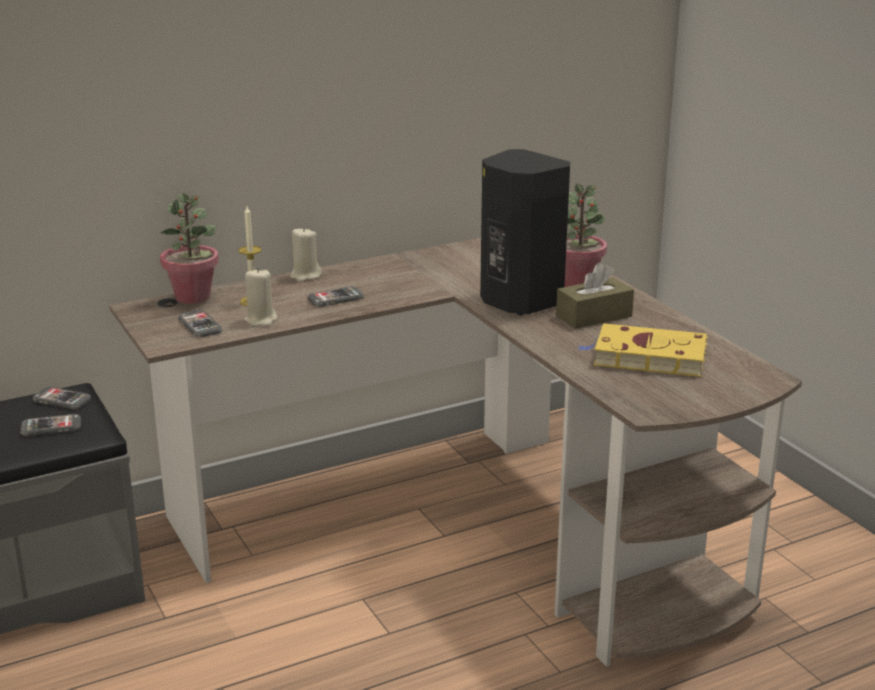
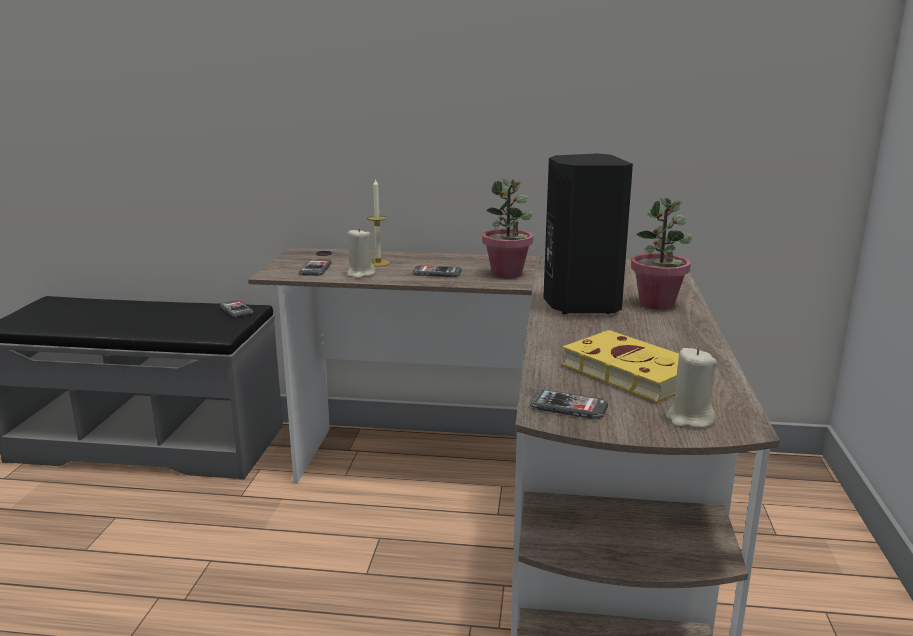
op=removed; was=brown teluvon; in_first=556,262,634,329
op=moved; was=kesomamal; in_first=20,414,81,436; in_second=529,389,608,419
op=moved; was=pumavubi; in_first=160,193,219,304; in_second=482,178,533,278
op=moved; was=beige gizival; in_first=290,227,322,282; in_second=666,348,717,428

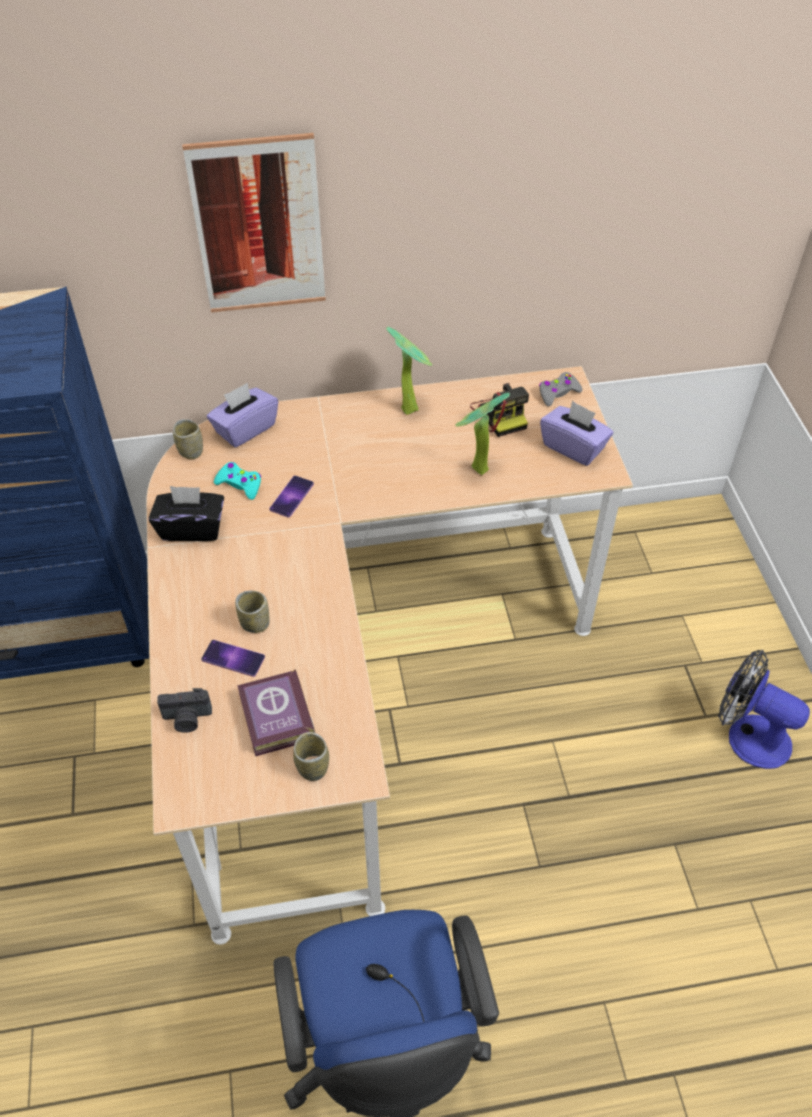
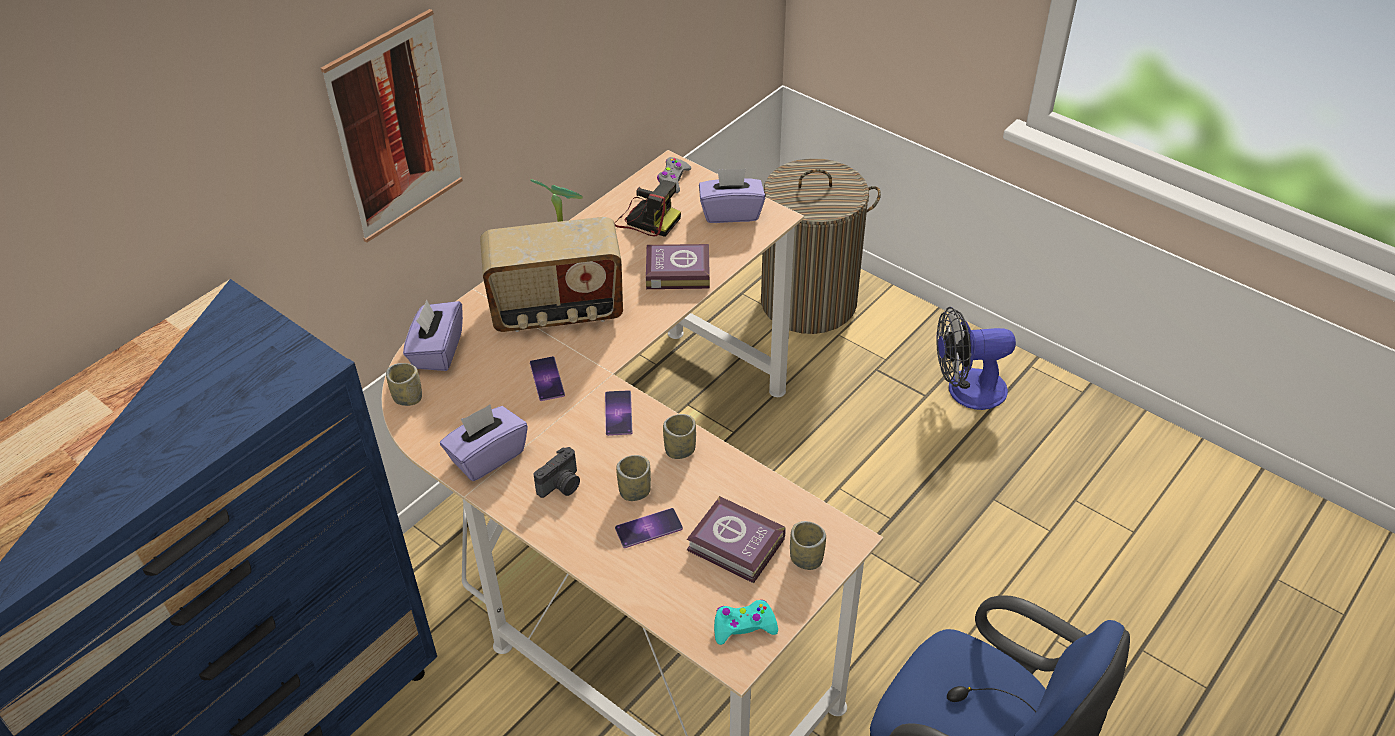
op=added; now=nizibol; in_second=480,217,623,332
op=added; now=kesomamal; in_second=605,390,632,436
op=added; now=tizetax; in_second=663,414,696,459
op=added; now=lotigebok; in_second=761,158,881,334
op=moved; was=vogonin; in_first=157,688,212,733; in_second=533,447,580,498
op=moved; was=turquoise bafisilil; in_first=214,462,261,500; in_second=714,600,778,645
op=replaced; was=pumavubi; now=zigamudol; in_first=455,393,510,475; in_second=646,244,710,289
op=recoloured; was=black teluvon; now=purple teluvon; in_first=149,486,224,541; in_second=440,404,528,481

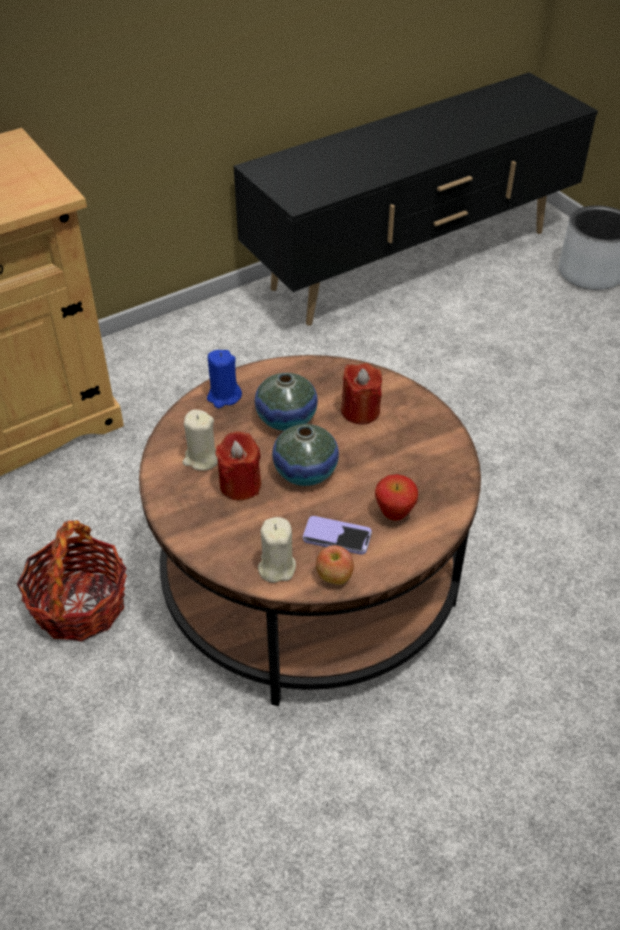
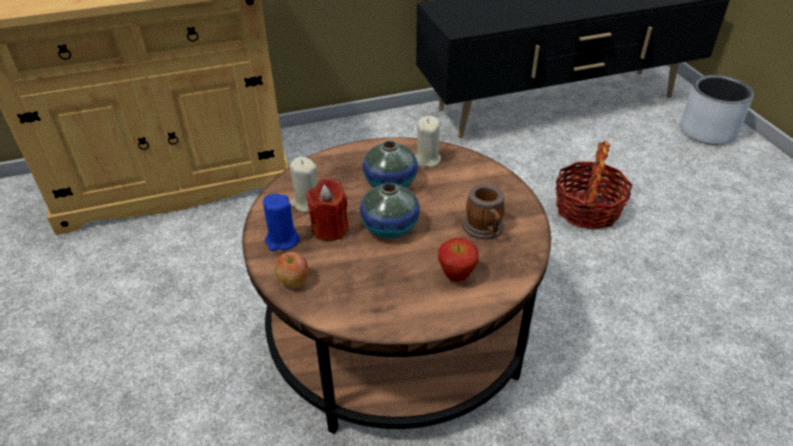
op=removed; was=kesomamal; in_first=303,516,372,555
op=removed; was=red gizival; in_first=341,363,382,424
op=added; now=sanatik; in_second=463,184,505,239
op=moved; was=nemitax; in_first=16,520,127,642; in_second=555,141,632,230
op=moved; was=blue gizival; in_first=207,350,242,408; in_second=263,194,300,251
op=moved; was=beige gizival; in_first=258,517,296,583; in_second=415,116,441,168
op=moved; was=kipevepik; in_first=316,545,354,585; in_second=275,252,308,288

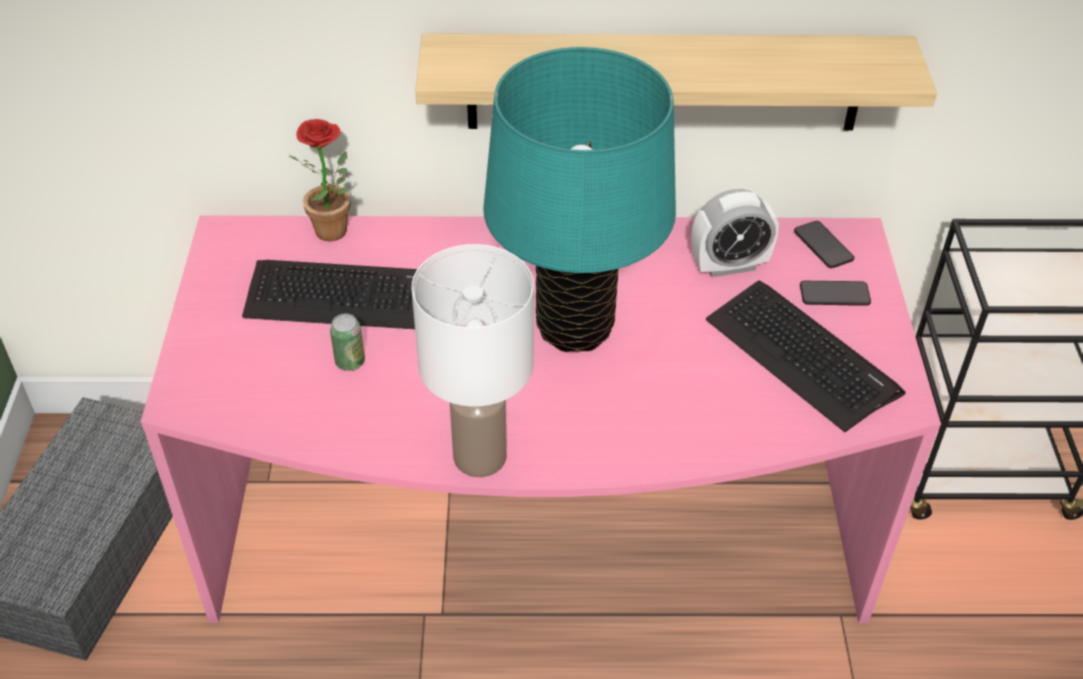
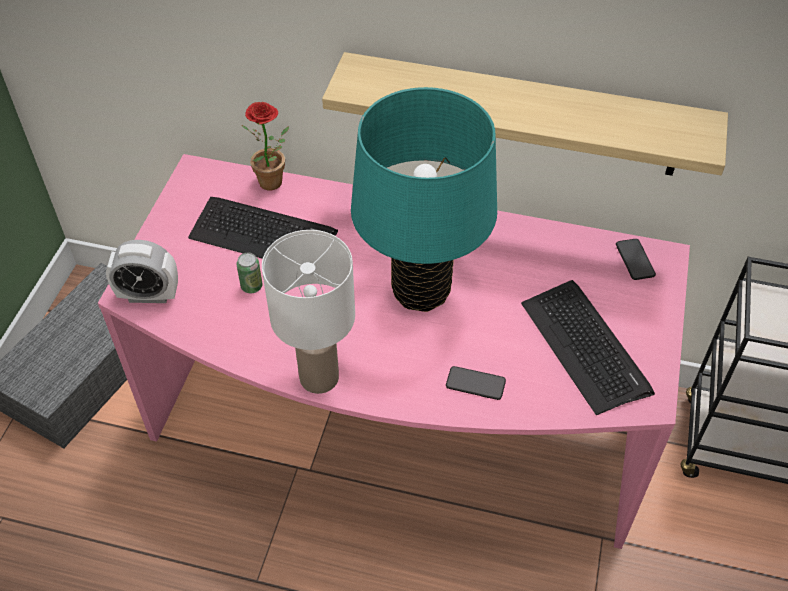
op=moved; was=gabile; in_first=692,189,779,277; in_second=106,240,178,303
op=moved; was=kesomamal; in_first=800,281,871,306; in_second=446,366,506,400

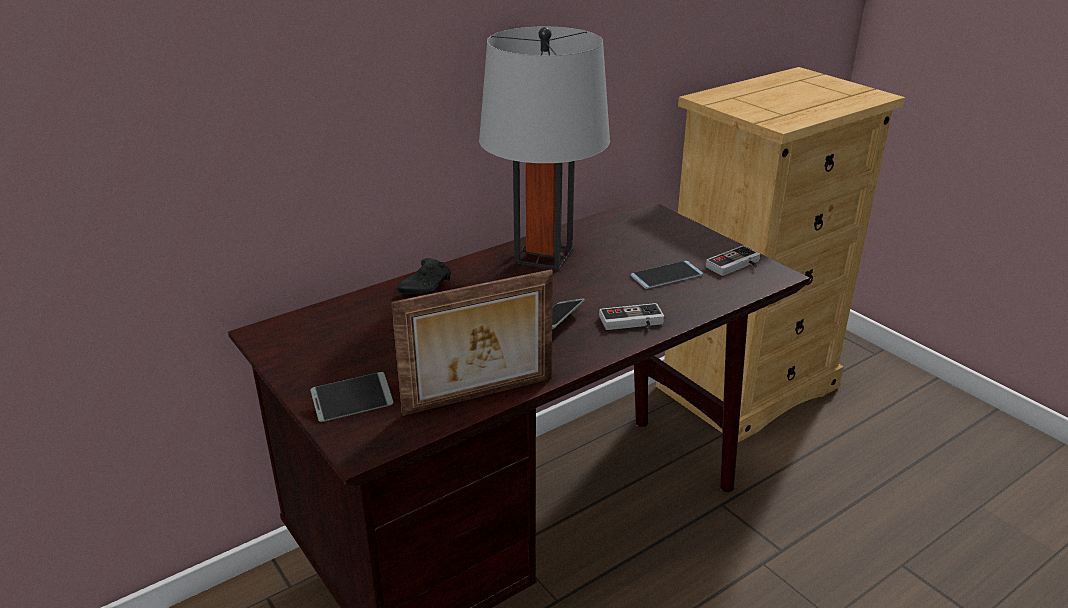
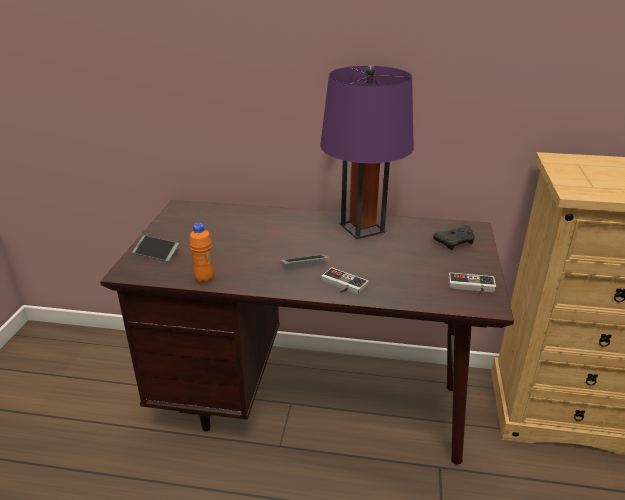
op=removed; was=kesomamal; in_first=631,261,703,289
op=moved; was=black bafisilil; in_first=397,258,451,295; in_second=433,225,474,250
op=replaced; was=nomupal; now=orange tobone; in_first=391,269,553,416; in_second=189,223,214,283
op=recoloured; was=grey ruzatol; now=purple ruzatol; in_first=479,26,610,270; in_second=320,66,414,239

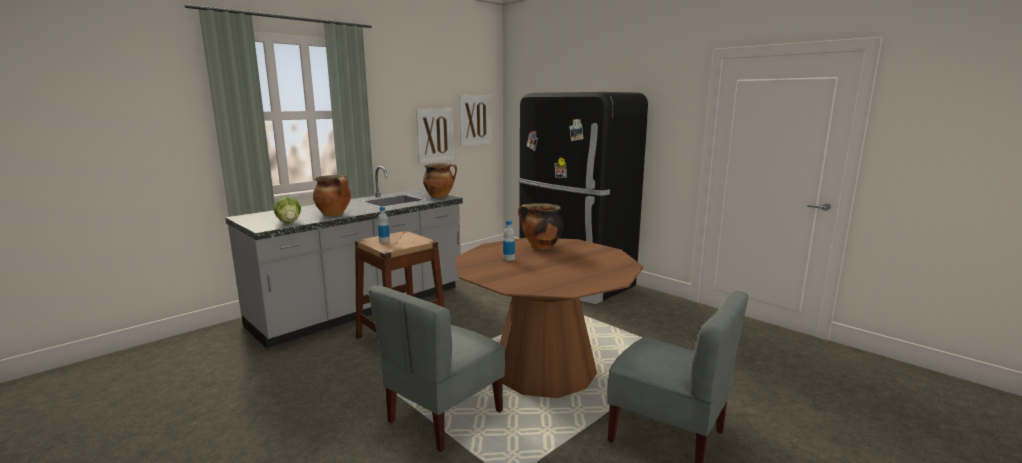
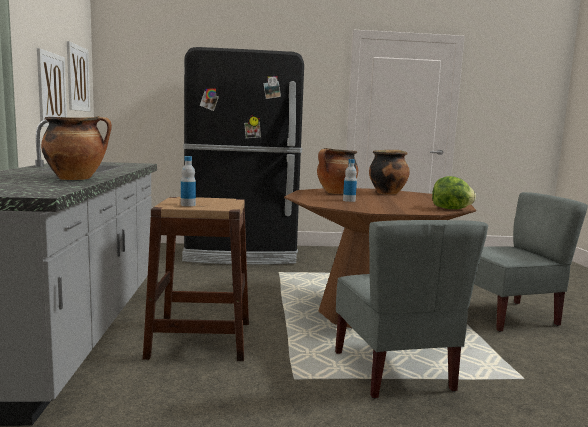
op=moved; was=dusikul; in_first=274,196,301,223; in_second=432,176,476,209
op=moved; was=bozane; in_first=423,163,457,198; in_second=369,150,410,195

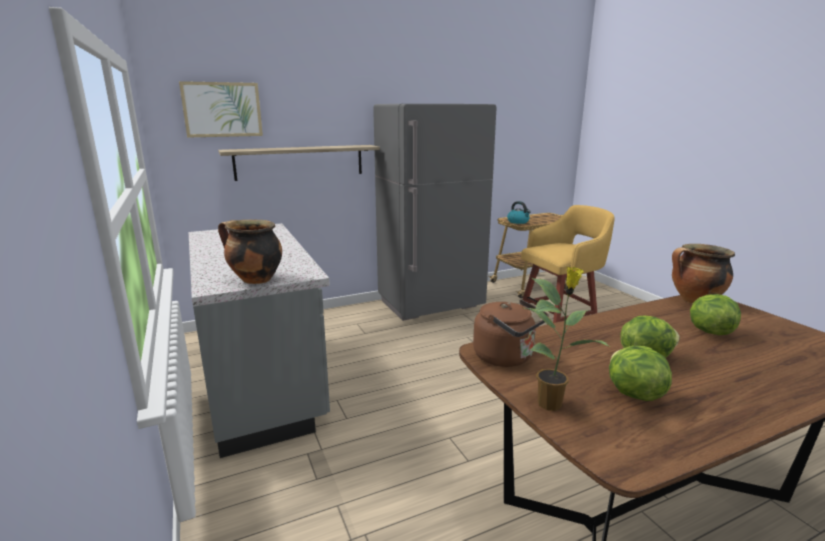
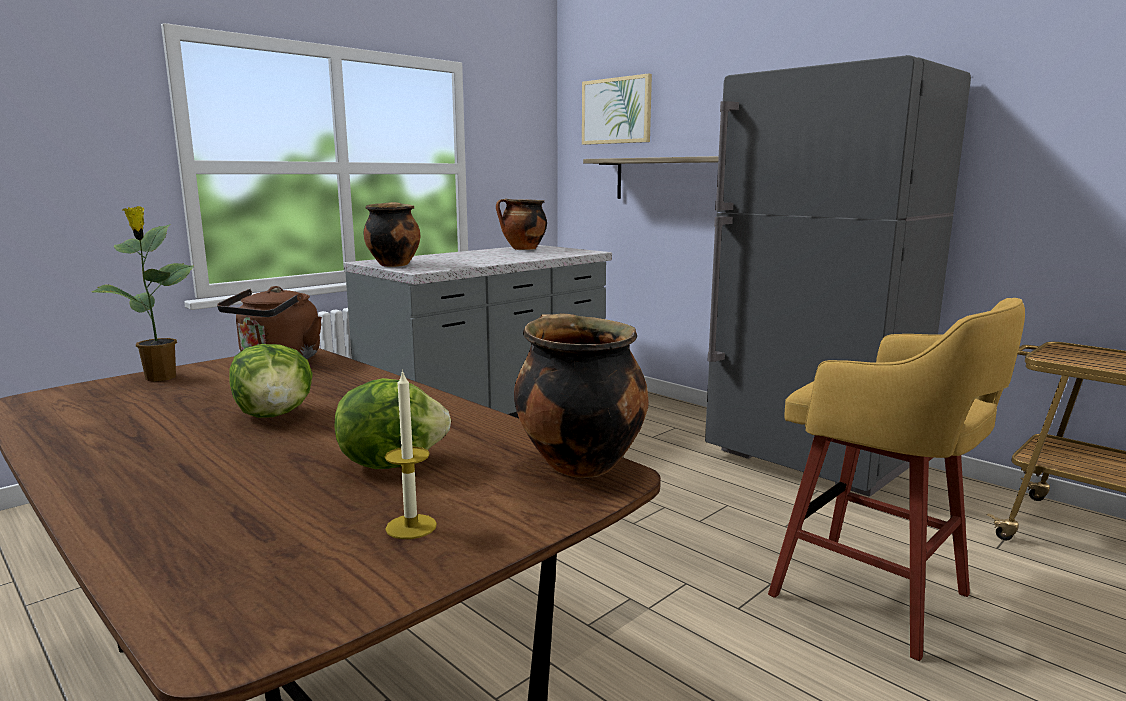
op=removed; was=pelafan; in_first=507,201,531,224
op=removed; was=dusikul; in_first=609,346,672,401
op=added; now=gizival; in_second=385,369,437,539
op=added; now=bozane; in_second=496,198,547,250

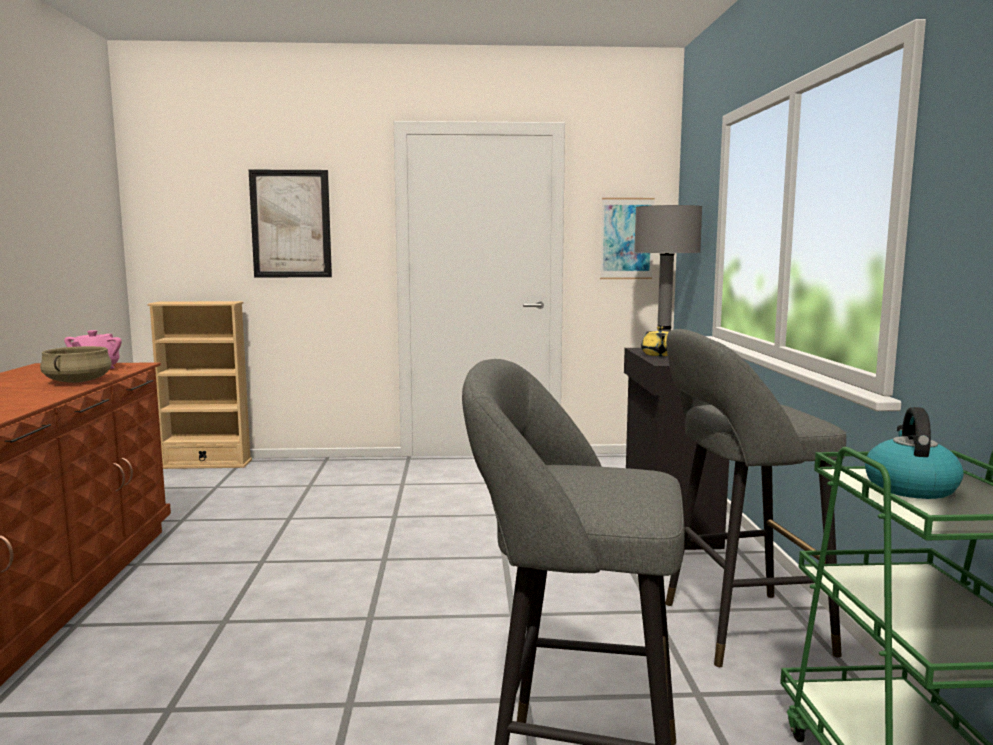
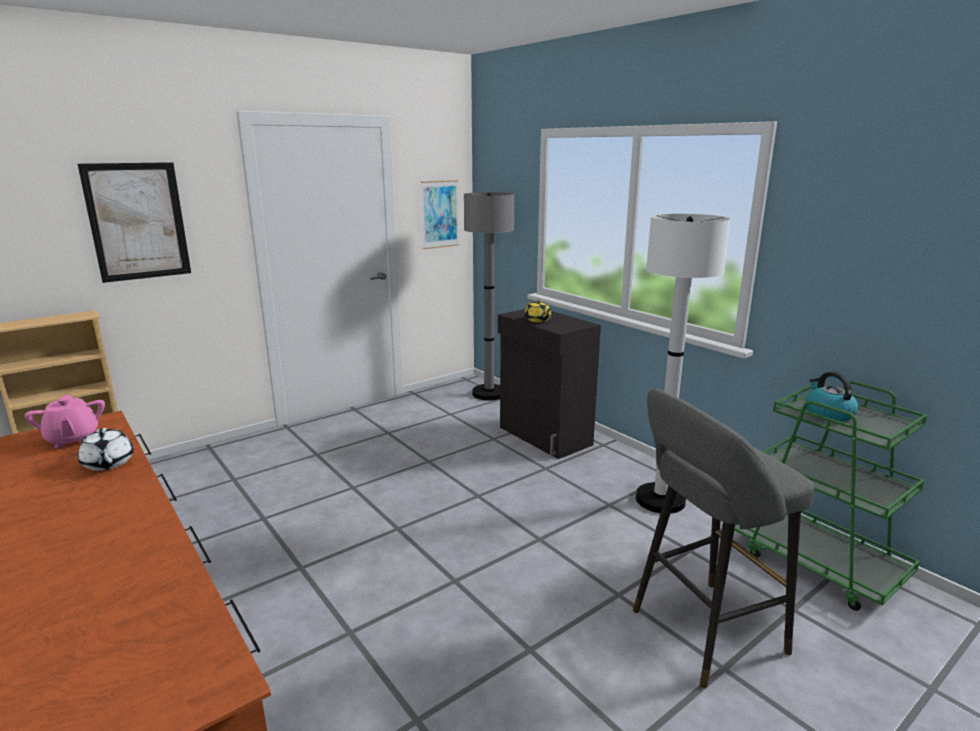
op=replaced; was=beige bozane; now=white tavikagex; in_first=40,346,112,383; in_second=78,428,134,471
op=replaced; was=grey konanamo; now=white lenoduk; in_first=665,329,846,667; in_second=636,214,731,514

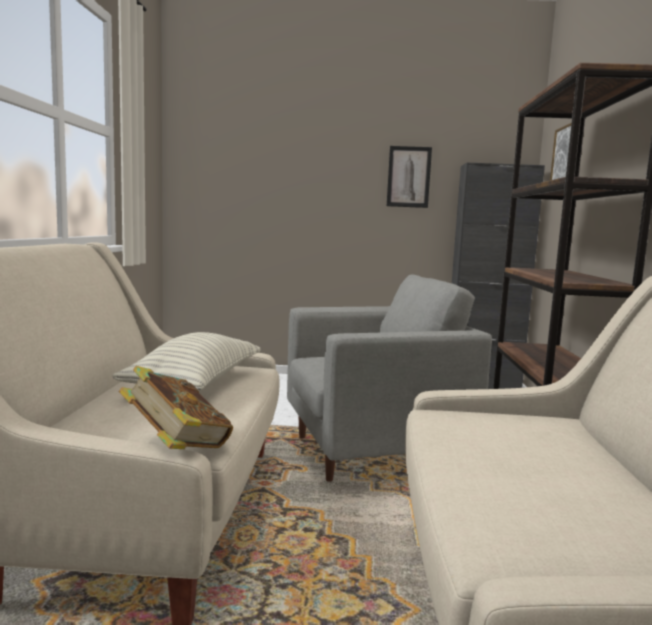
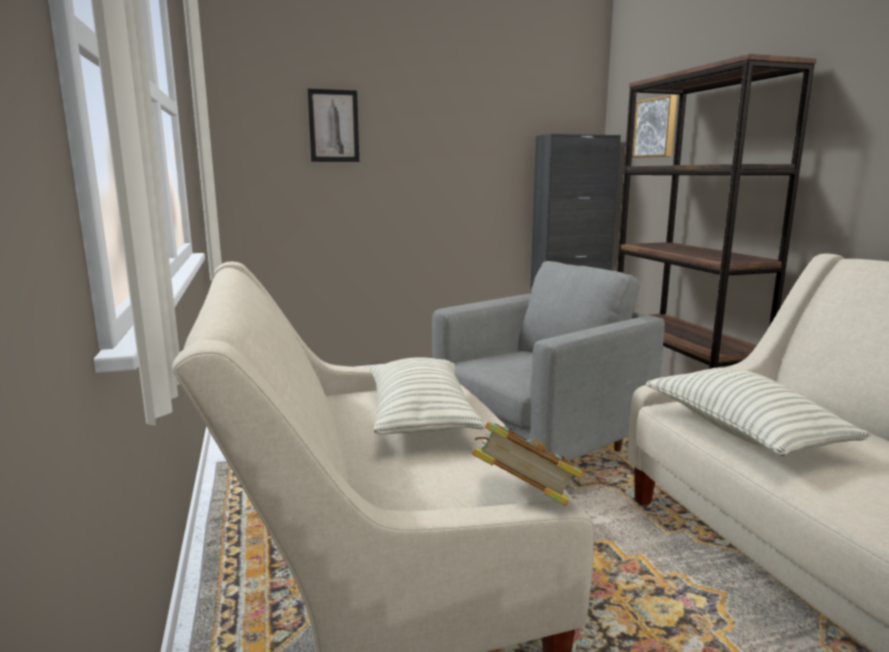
op=added; now=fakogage; in_second=646,367,871,457
op=moved; was=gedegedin; in_first=387,146,432,208; in_second=308,89,359,162

